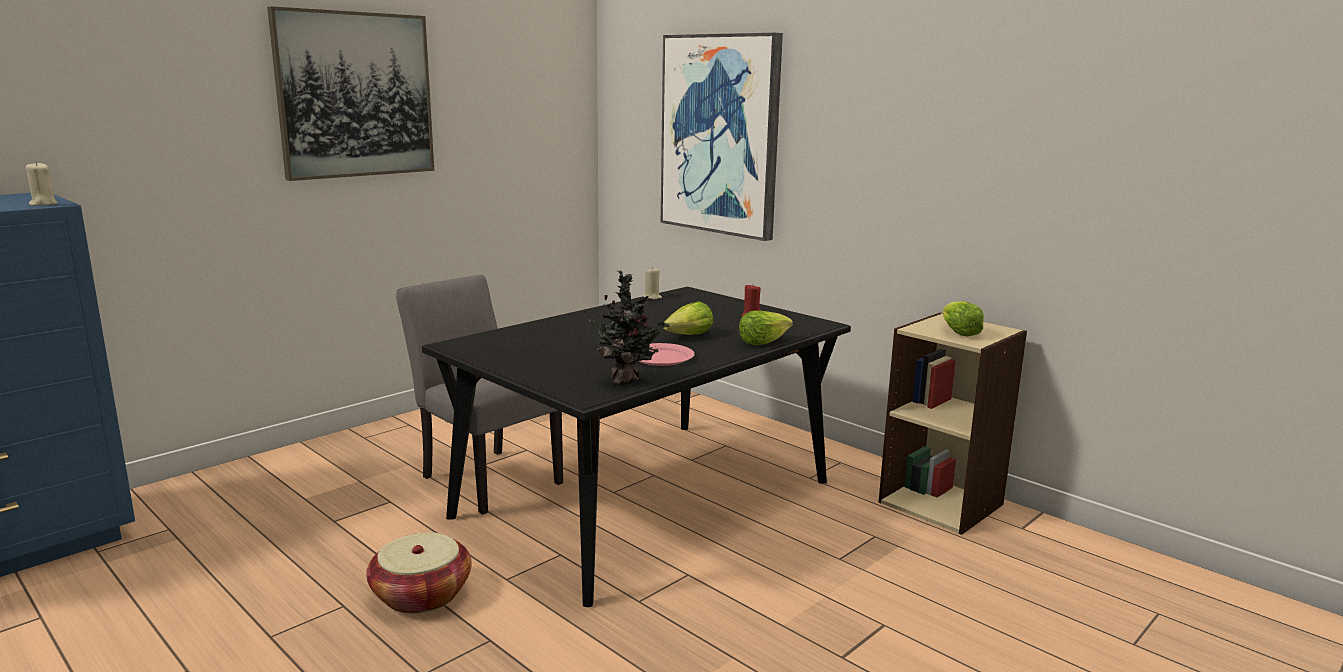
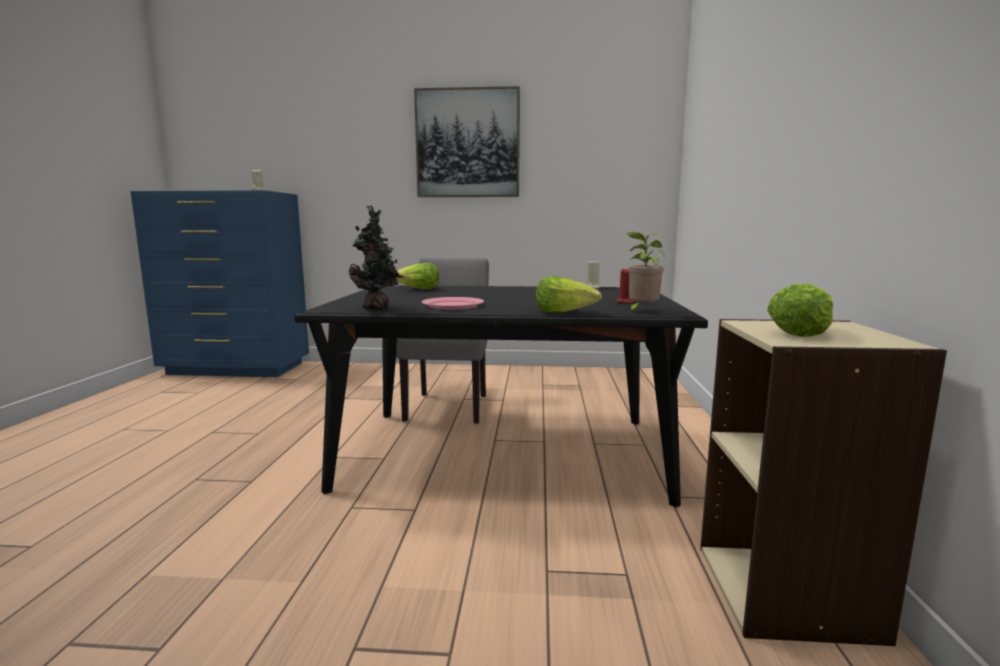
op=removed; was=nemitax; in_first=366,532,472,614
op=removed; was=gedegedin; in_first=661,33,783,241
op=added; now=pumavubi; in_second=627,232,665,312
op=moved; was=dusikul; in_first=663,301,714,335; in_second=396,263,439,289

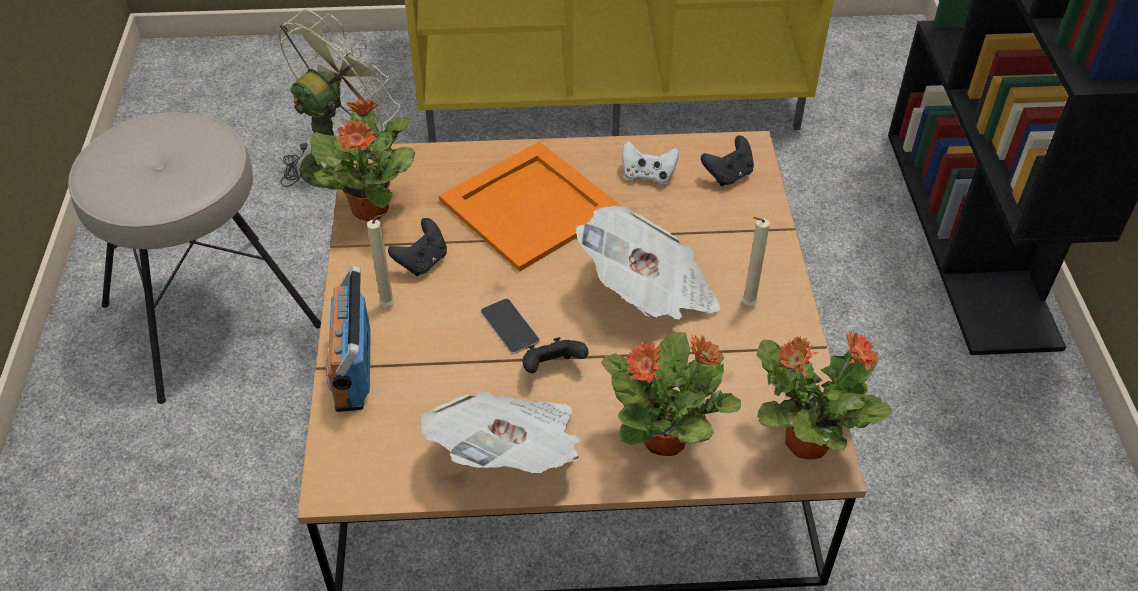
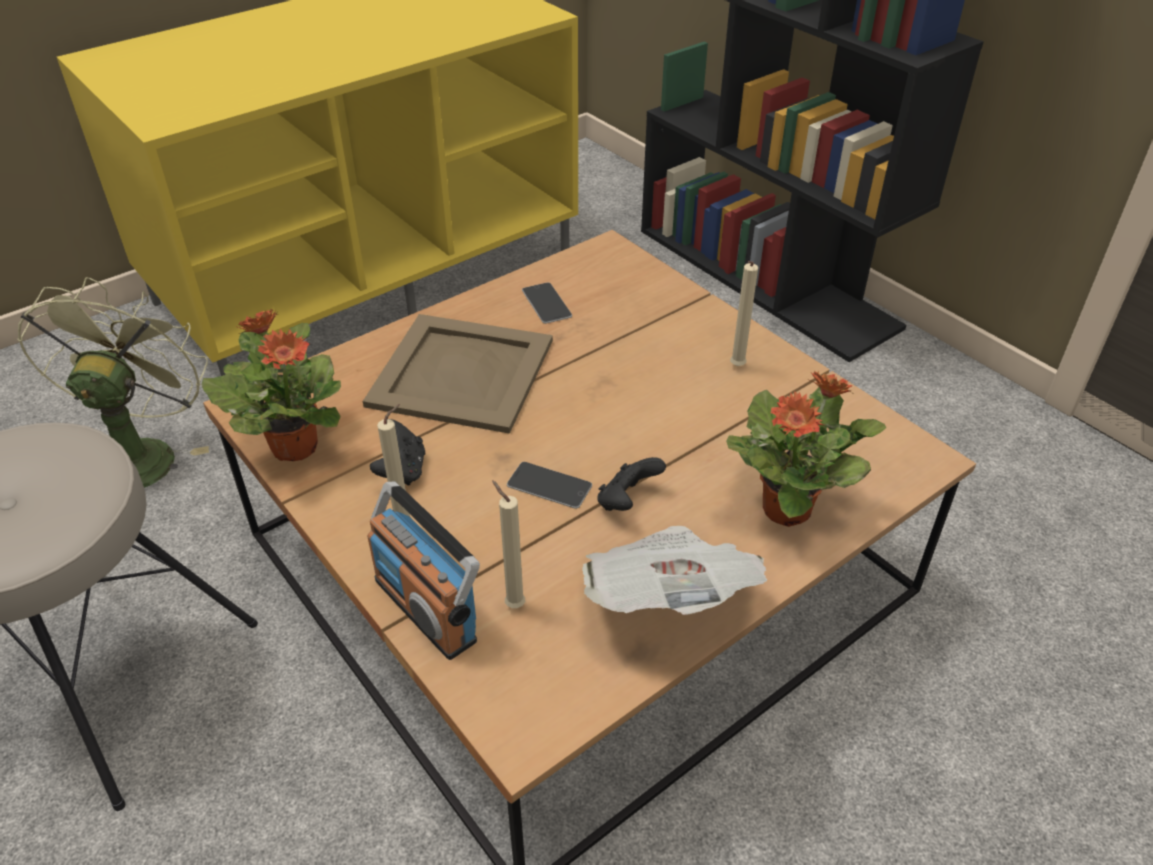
op=removed; was=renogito; in_first=576,206,721,320
op=removed; was=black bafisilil; in_first=701,135,754,186
op=removed; was=pumavubi; in_first=757,331,892,459
op=added; now=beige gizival; in_second=492,480,525,608
op=replaced; was=white bafisilil; now=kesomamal; in_first=622,141,679,185; in_second=522,282,572,324
op=recoloured; was=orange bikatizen; now=beige bikatizen; in_first=439,142,621,272; in_second=363,314,553,434

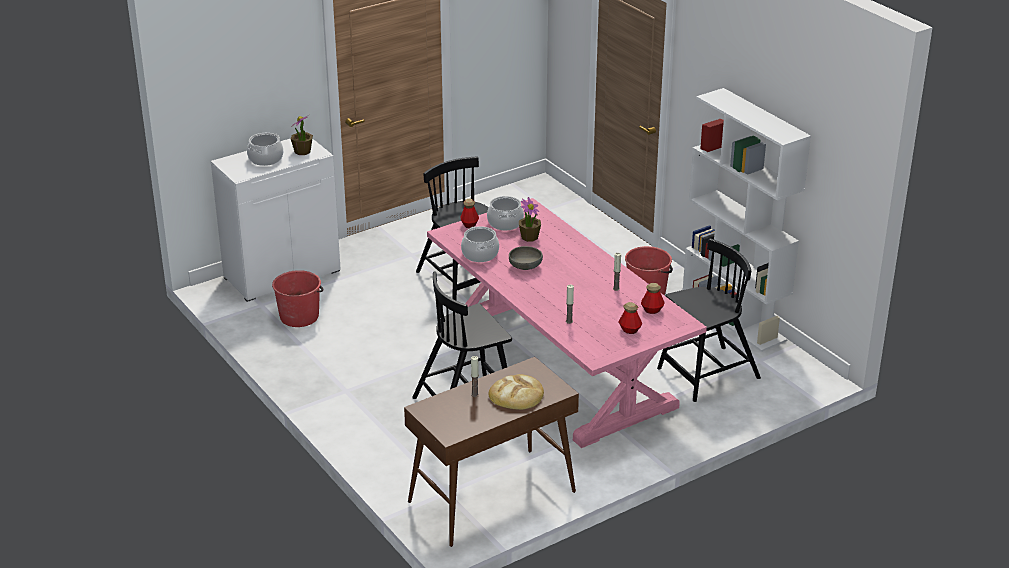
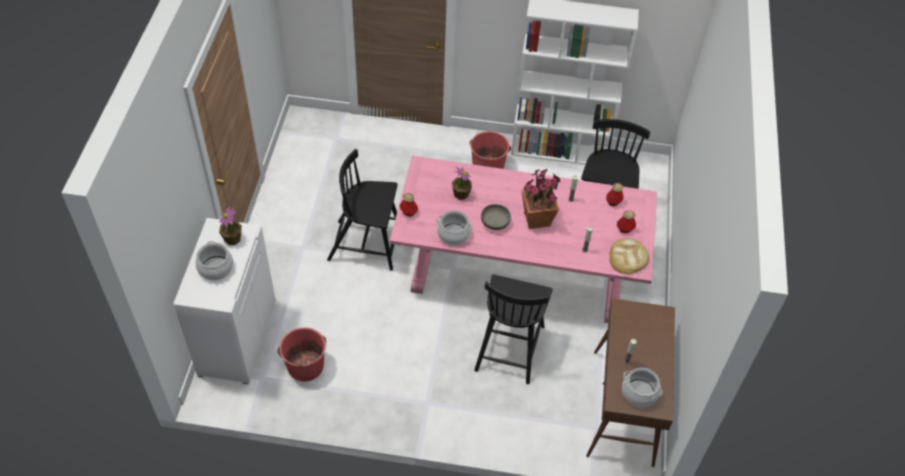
op=added; now=pumavubi; in_second=521,168,561,229
op=moved; was=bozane; in_first=487,196,524,231; in_second=622,367,663,407
op=moved; was=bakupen; in_first=488,374,544,410; in_second=609,238,649,274

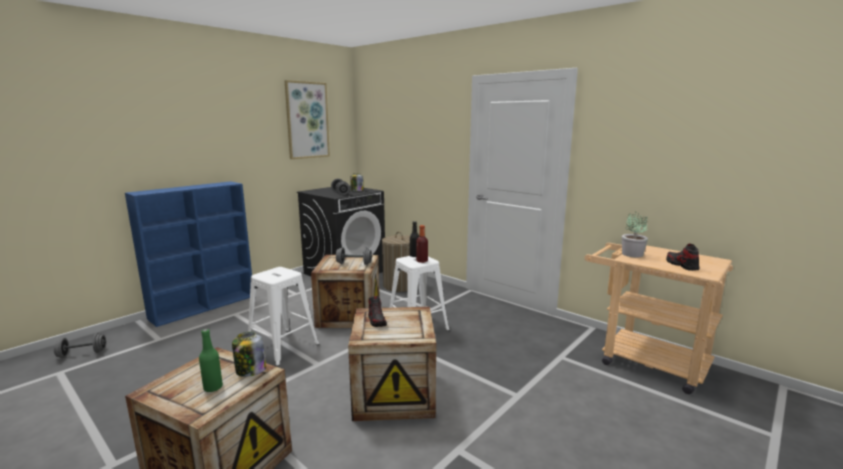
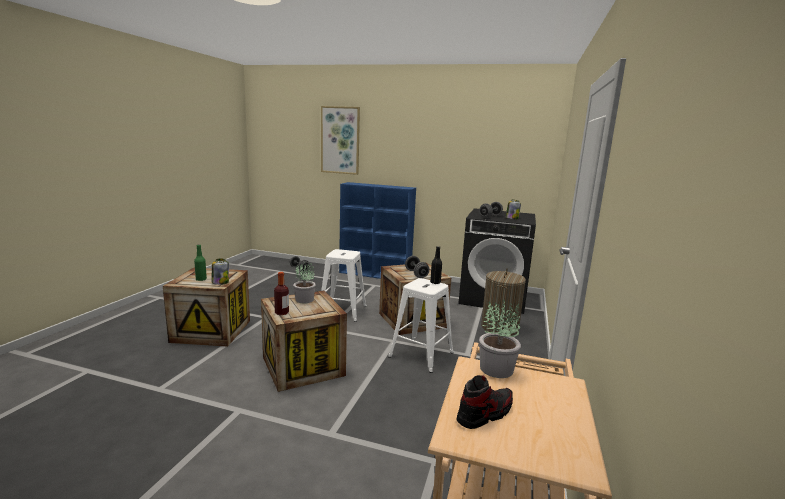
op=moved; was=gedegedin; in_first=285,80,330,159; in_second=321,106,360,175
op=moved; was=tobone; in_first=416,225,428,263; in_second=274,272,289,315
op=replaced; was=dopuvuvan; now=pumavubi; in_first=368,296,387,327; in_second=293,263,316,303

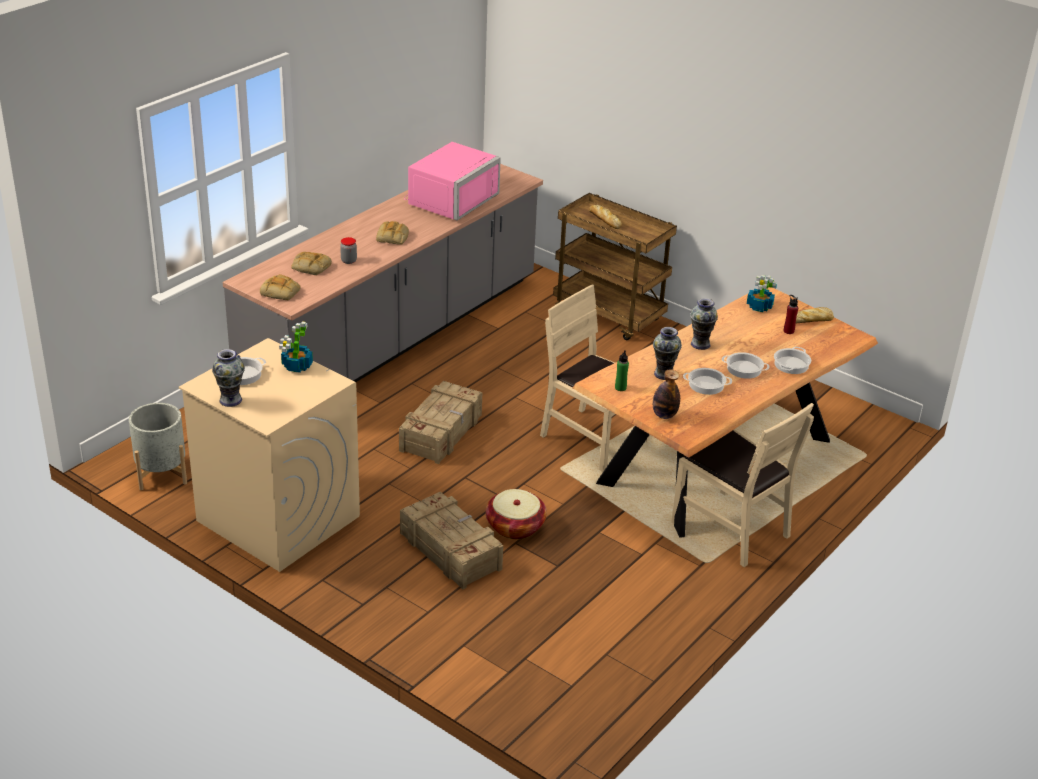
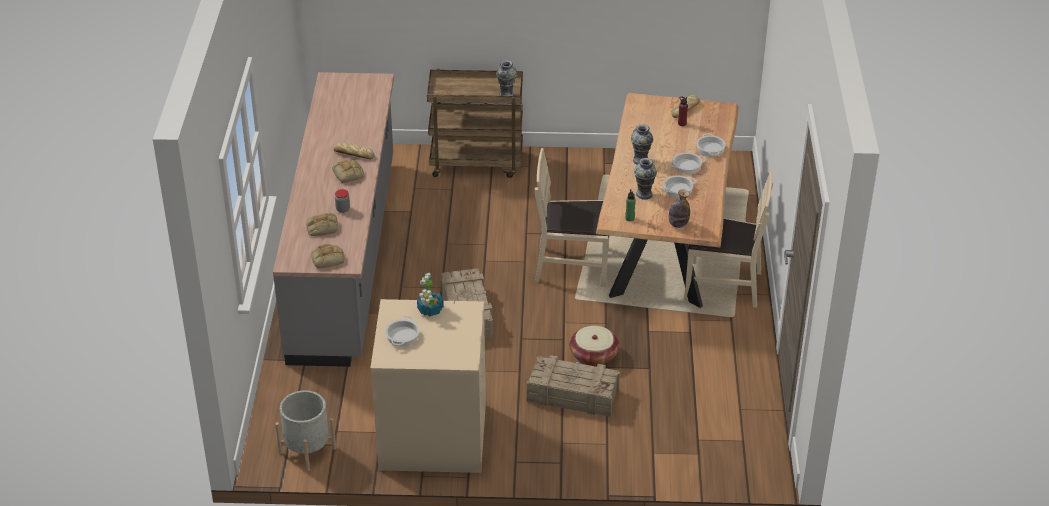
op=removed; was=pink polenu; in_first=404,142,501,221
op=removed; was=pumavubi; in_first=747,275,777,312
op=moved; was=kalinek; in_first=212,349,245,407; in_second=496,60,517,96
op=moved; was=bakupen; in_first=589,205,622,229; in_second=333,142,374,159

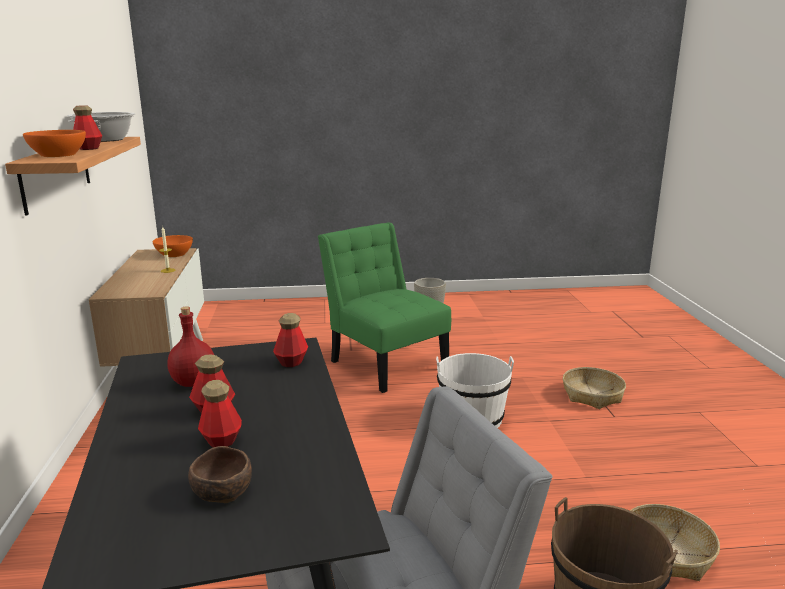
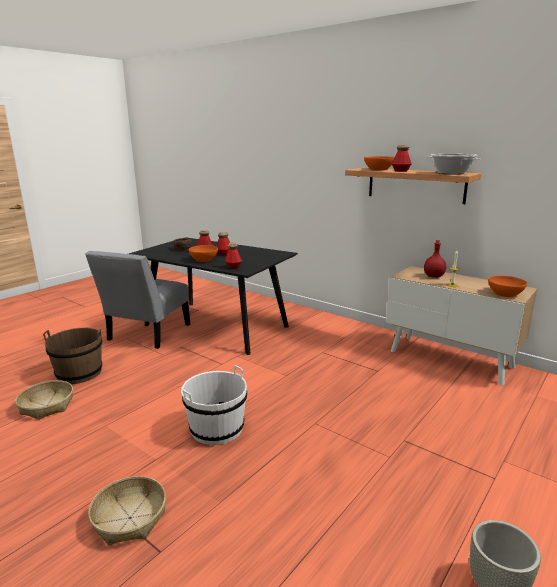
op=removed; was=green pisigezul; in_first=318,222,451,393
op=added; now=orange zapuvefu; in_second=189,245,218,262
op=moved; was=red tobone; in_first=167,306,214,387; in_second=424,240,446,278

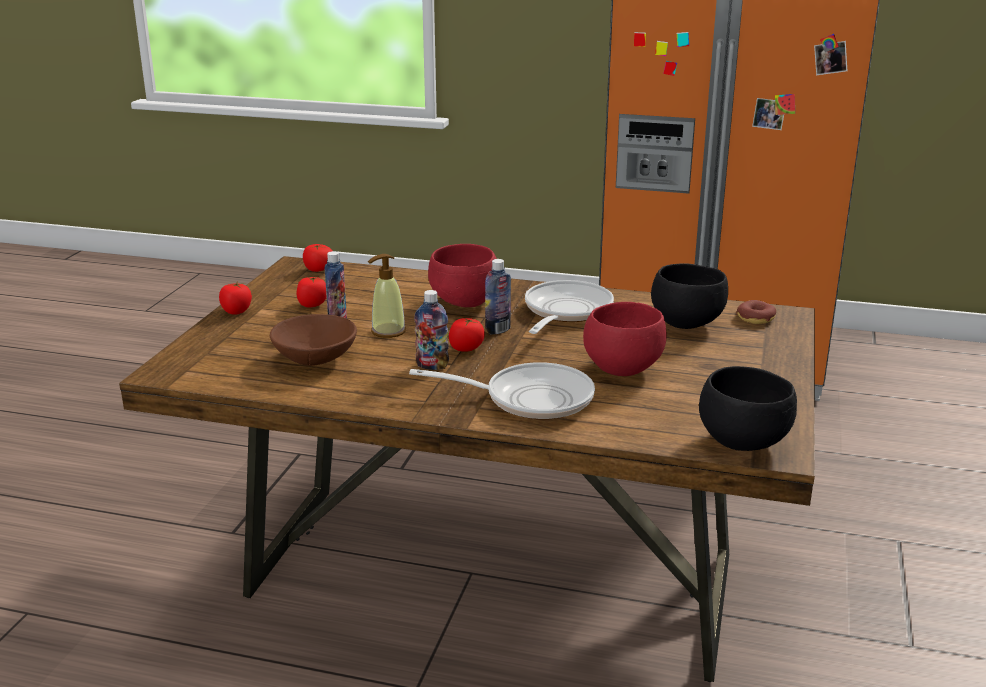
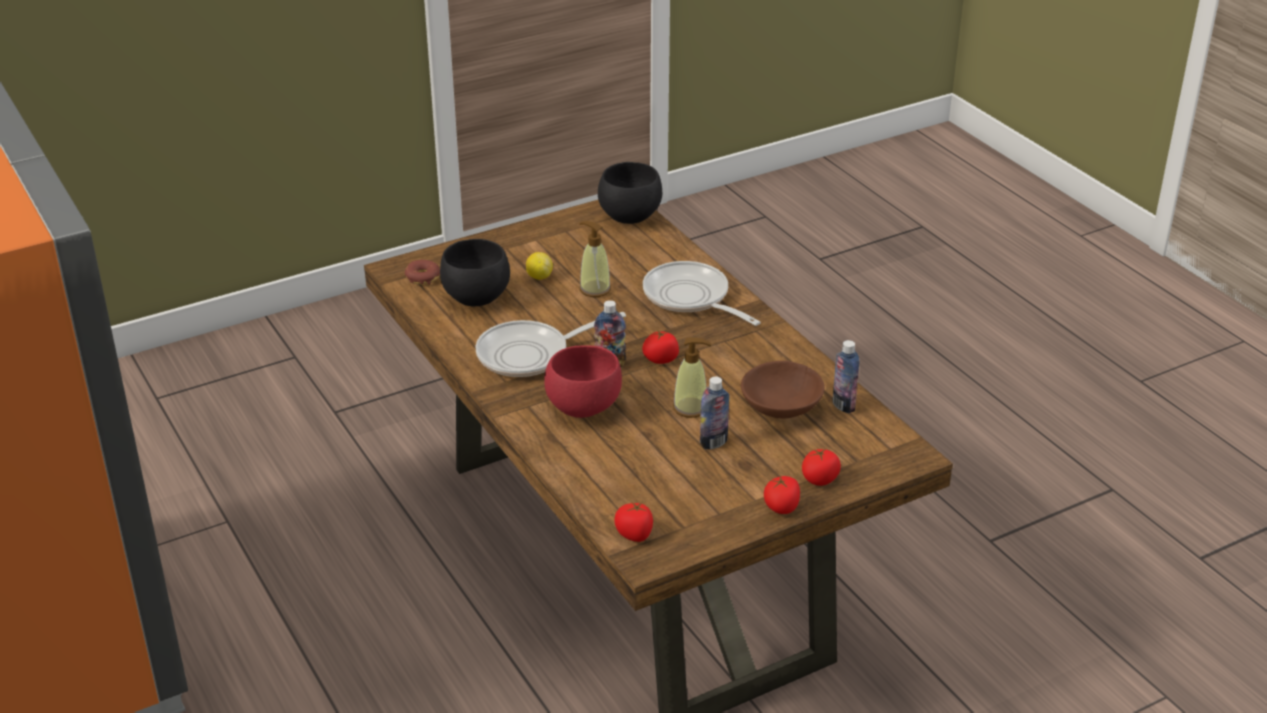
op=added; now=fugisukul; in_second=526,252,553,280
op=moved; was=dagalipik; in_first=296,276,327,307; in_second=802,449,841,486
op=moved; was=tobone; in_first=414,290,449,370; in_second=832,340,860,413
op=replaced; was=red zapuvefu; now=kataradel; in_first=583,302,666,376; in_second=579,221,611,297

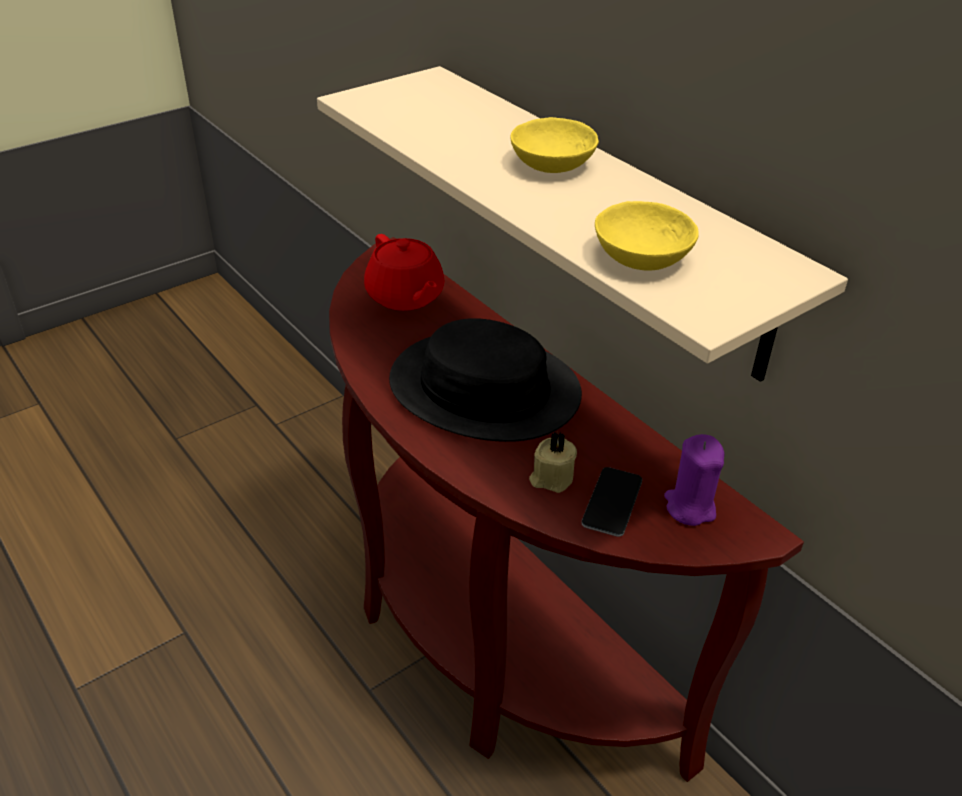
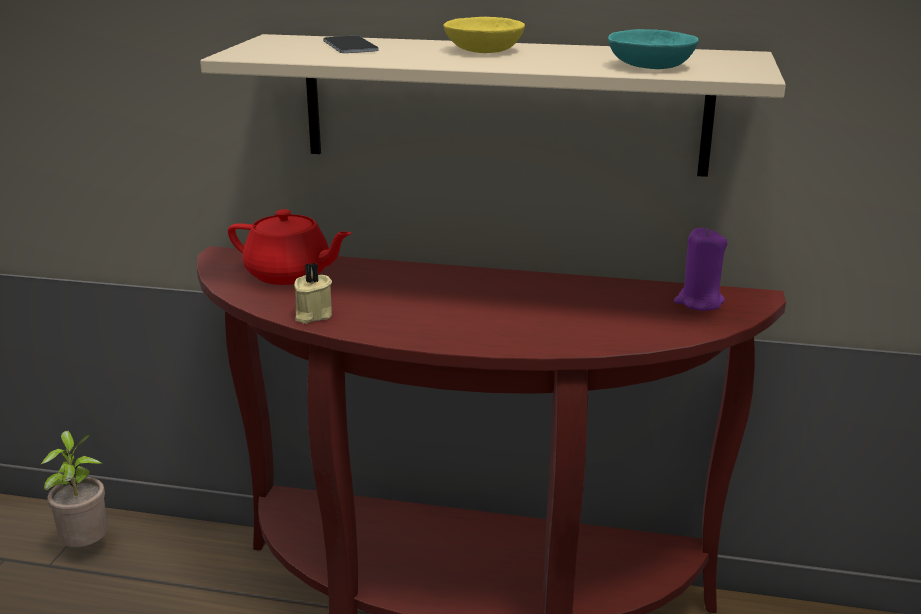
op=removed; was=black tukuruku; in_first=389,318,582,442
op=added; now=pumavubi; in_second=41,431,108,547
op=moved; was=beige gizival; in_first=529,432,577,493; in_second=294,263,332,323
op=moved; was=kesomamal; in_first=582,467,642,537; in_second=323,36,379,53
op=recoloured; was=yellow zapuvefu; now=turquoise zapuvefu; in_first=595,201,699,271; in_second=608,29,699,69

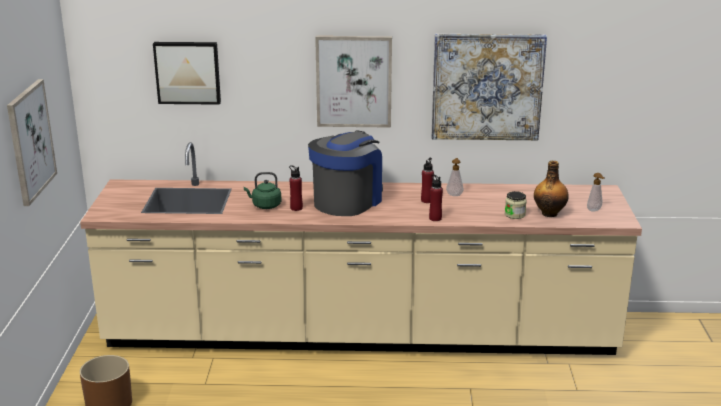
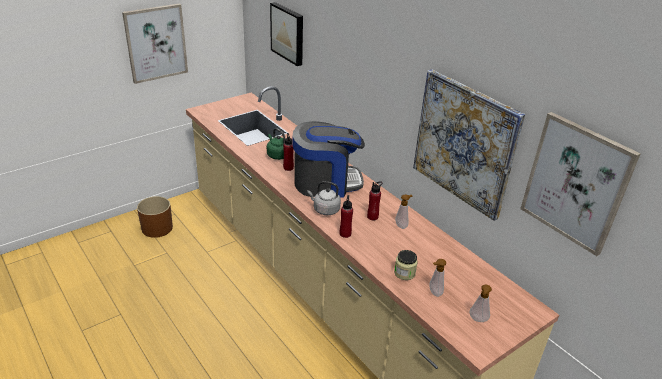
op=added; now=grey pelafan; in_second=308,181,341,216
op=moved; was=gedegedin; in_first=315,36,392,128; in_second=520,112,641,256
op=replaced; was=tobone; now=kataradel; in_first=534,161,569,217; in_second=429,259,446,297

